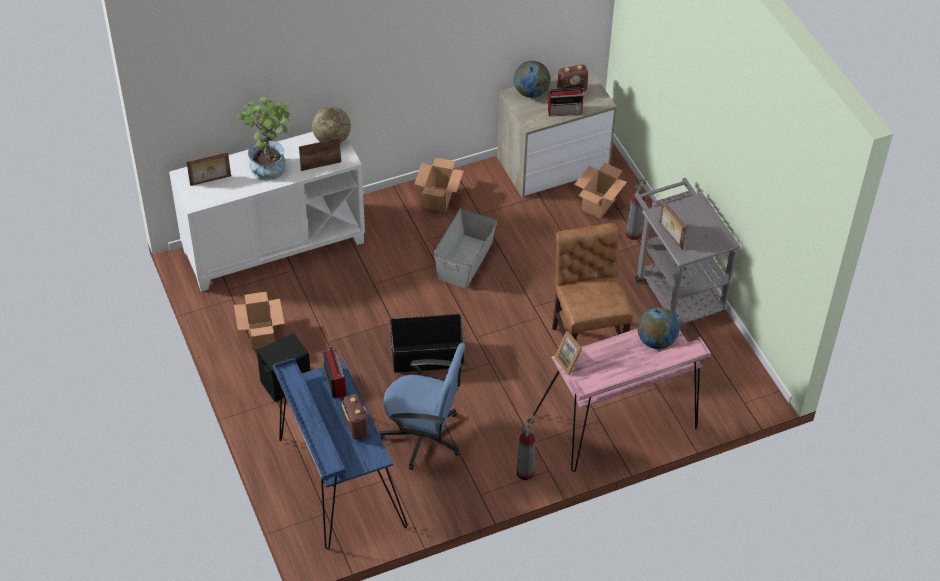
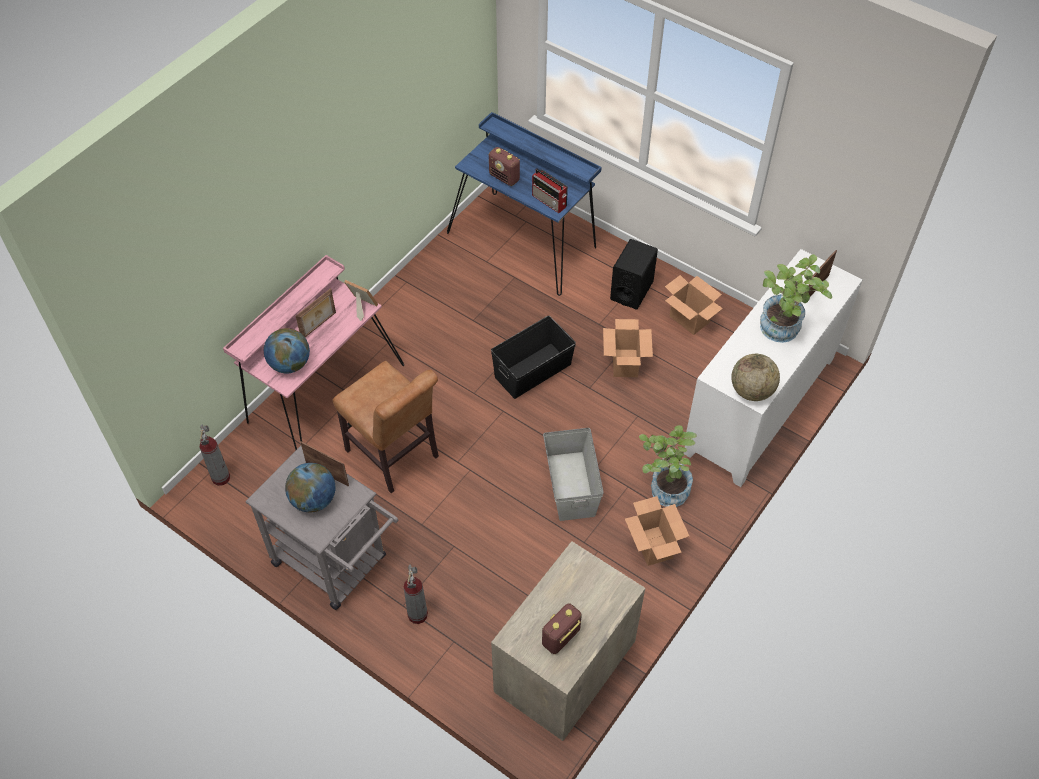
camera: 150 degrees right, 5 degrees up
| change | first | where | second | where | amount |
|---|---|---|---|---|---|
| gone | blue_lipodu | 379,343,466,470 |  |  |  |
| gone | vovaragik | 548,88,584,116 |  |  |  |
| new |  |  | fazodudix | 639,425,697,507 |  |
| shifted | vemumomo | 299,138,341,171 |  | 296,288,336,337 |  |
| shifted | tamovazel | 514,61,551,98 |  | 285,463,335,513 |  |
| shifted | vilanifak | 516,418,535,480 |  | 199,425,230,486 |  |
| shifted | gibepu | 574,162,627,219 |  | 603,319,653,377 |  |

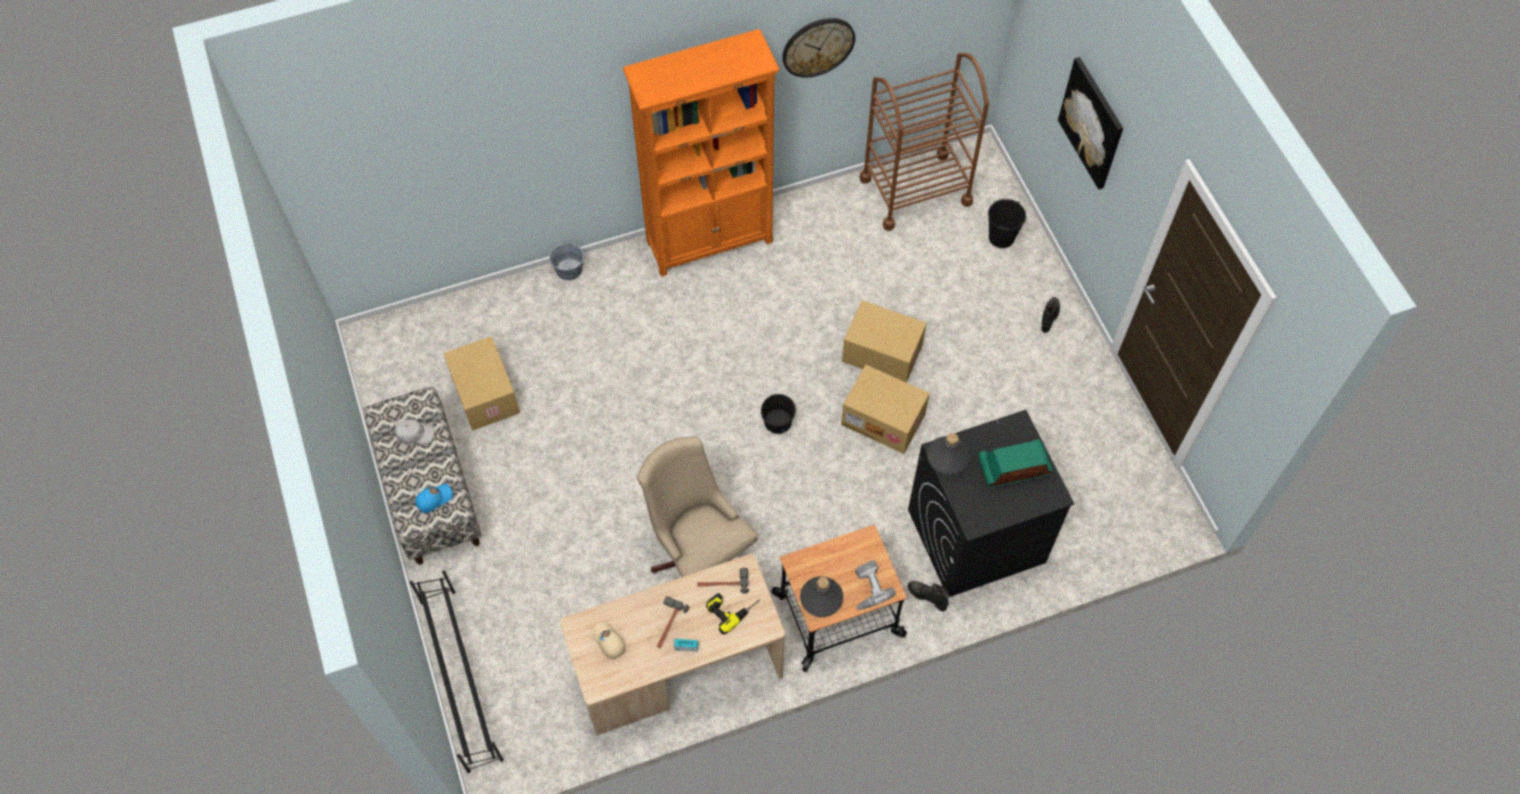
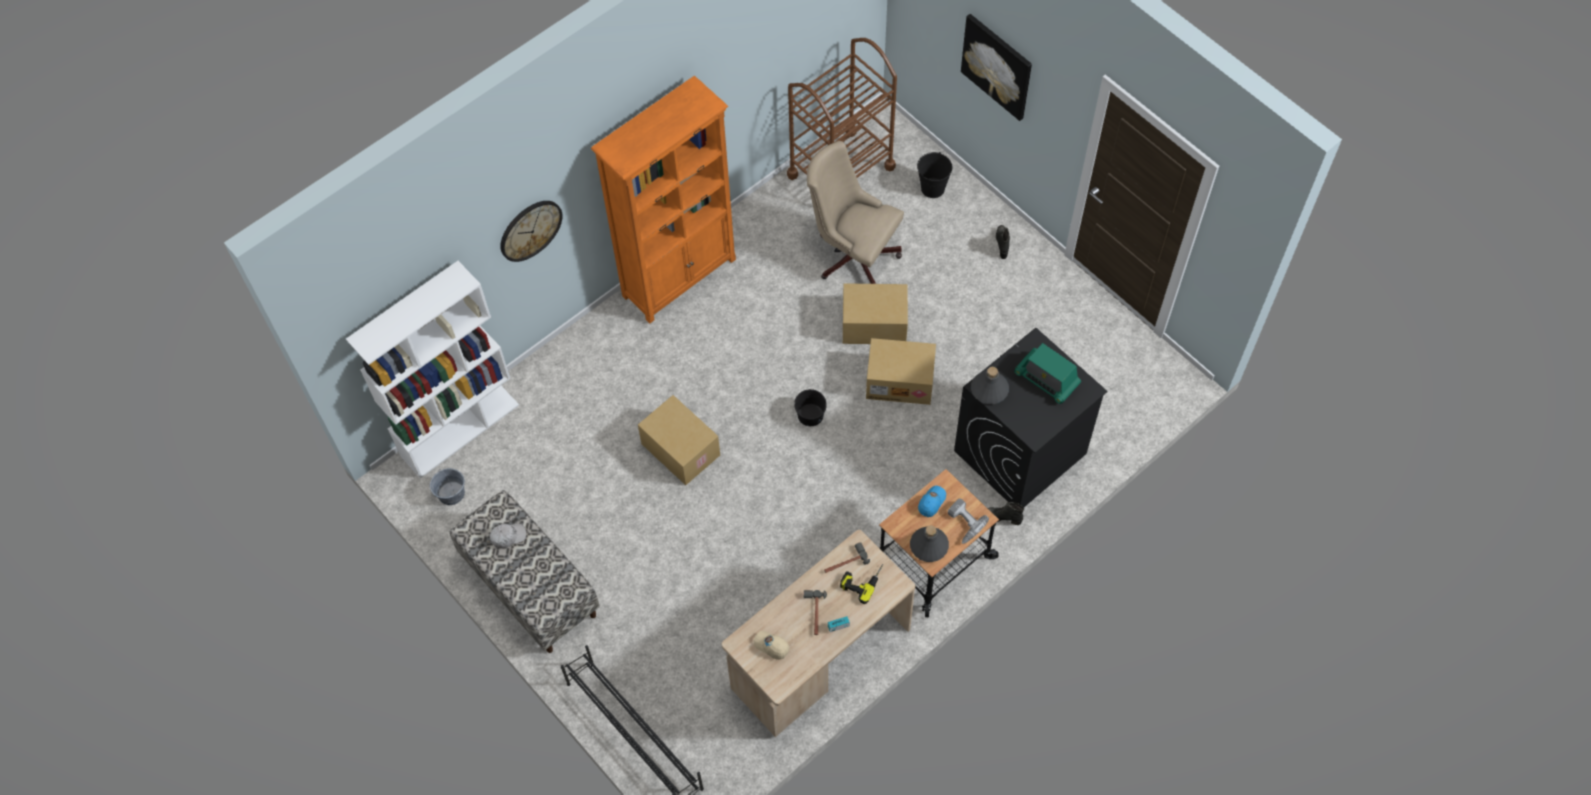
camera: 20 degrees left, 0 degrees up
| change | first | where | second | where | amount |
|---|---|---|---|---|---|
| new |  |  | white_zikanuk | 346,261,519,478 |  |
| shifted | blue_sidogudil | 415,483,453,513 |  | 918,486,946,517 |  |
| shifted | gibepu | 443,336,520,431 |  | 638,395,720,485 |  |
| shifted | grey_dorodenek | 549,243,584,280 |  | 430,468,465,505 |  |
| shifted | beige_lipodu | 637,436,758,577 |  | 807,141,904,284 |  |
| shifted | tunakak | 782,18,855,78 |  | 500,201,563,262 |  |
| rotated | vovaragik | 978,439,1053,488 |  | 1014,343,1081,404 | 105 degrees counterclockwise |

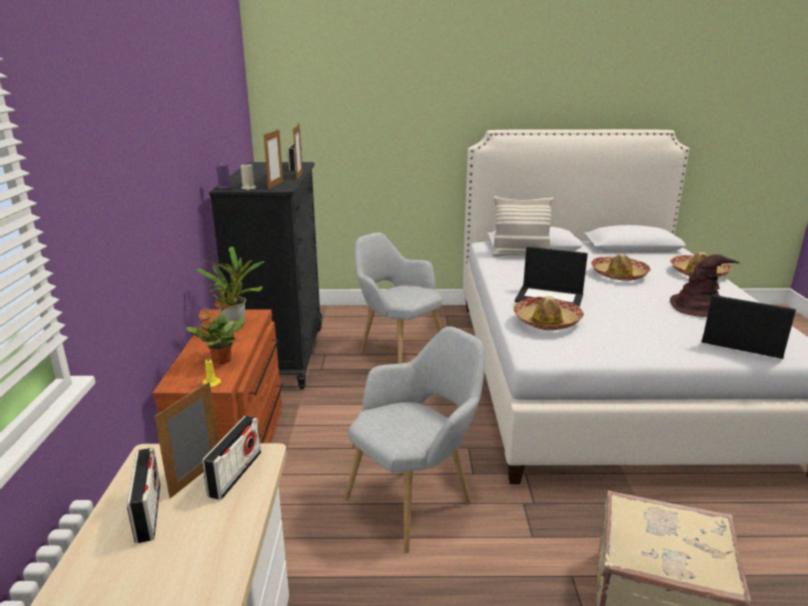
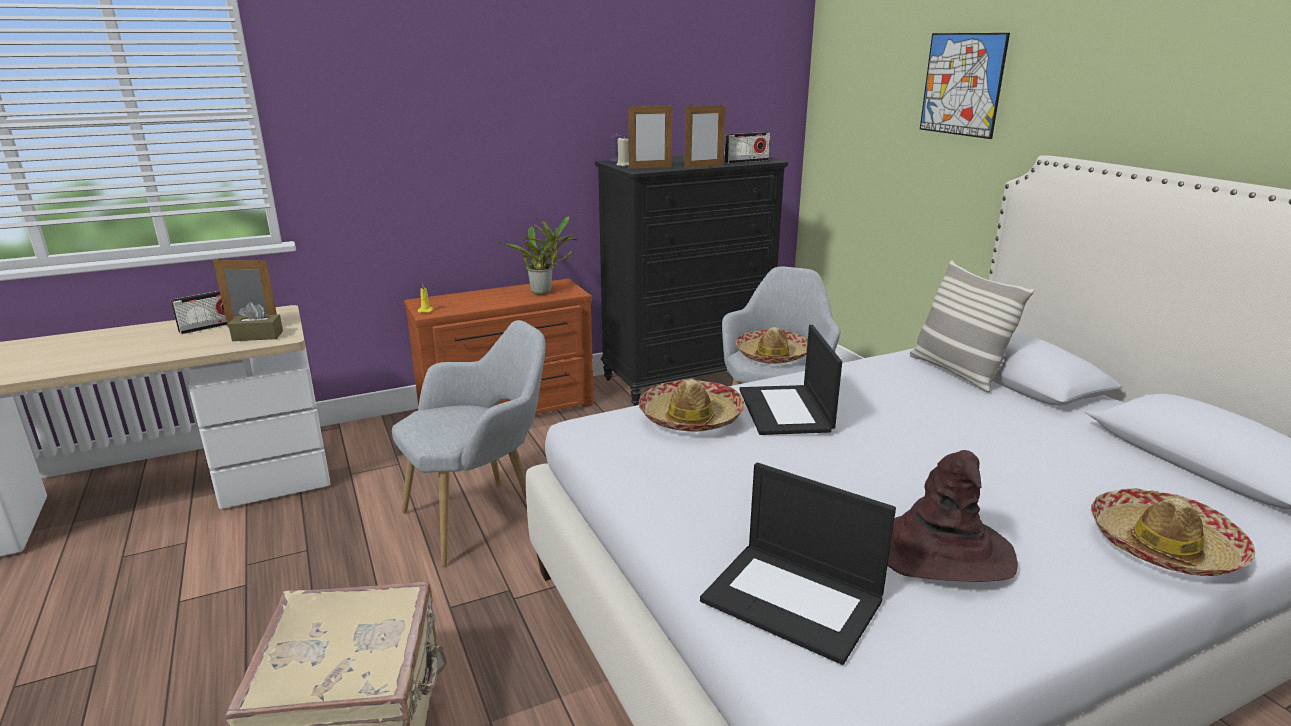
camera: 65 degrees right, 0 degrees up
| change | first | where | second | where | amount |
|---|---|---|---|---|---|
| gone | fazodudix | 186,301,246,364 |  |  |  |
| new |  |  | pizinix | 920,33,1010,139 |  |
| shifted | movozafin | 591,253,651,281 |  | 736,327,808,364 |  |
| swapped | vovaragik | 202,416,261,500 | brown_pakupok | 228,302,283,341 |  |
| rotated | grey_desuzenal | 345,326,485,553 |  | 392,320,546,566 | 60 degrees counterclockwise |
| rotated | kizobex | 701,295,796,359 |  | 700,463,896,665 | 120 degrees clockwise |

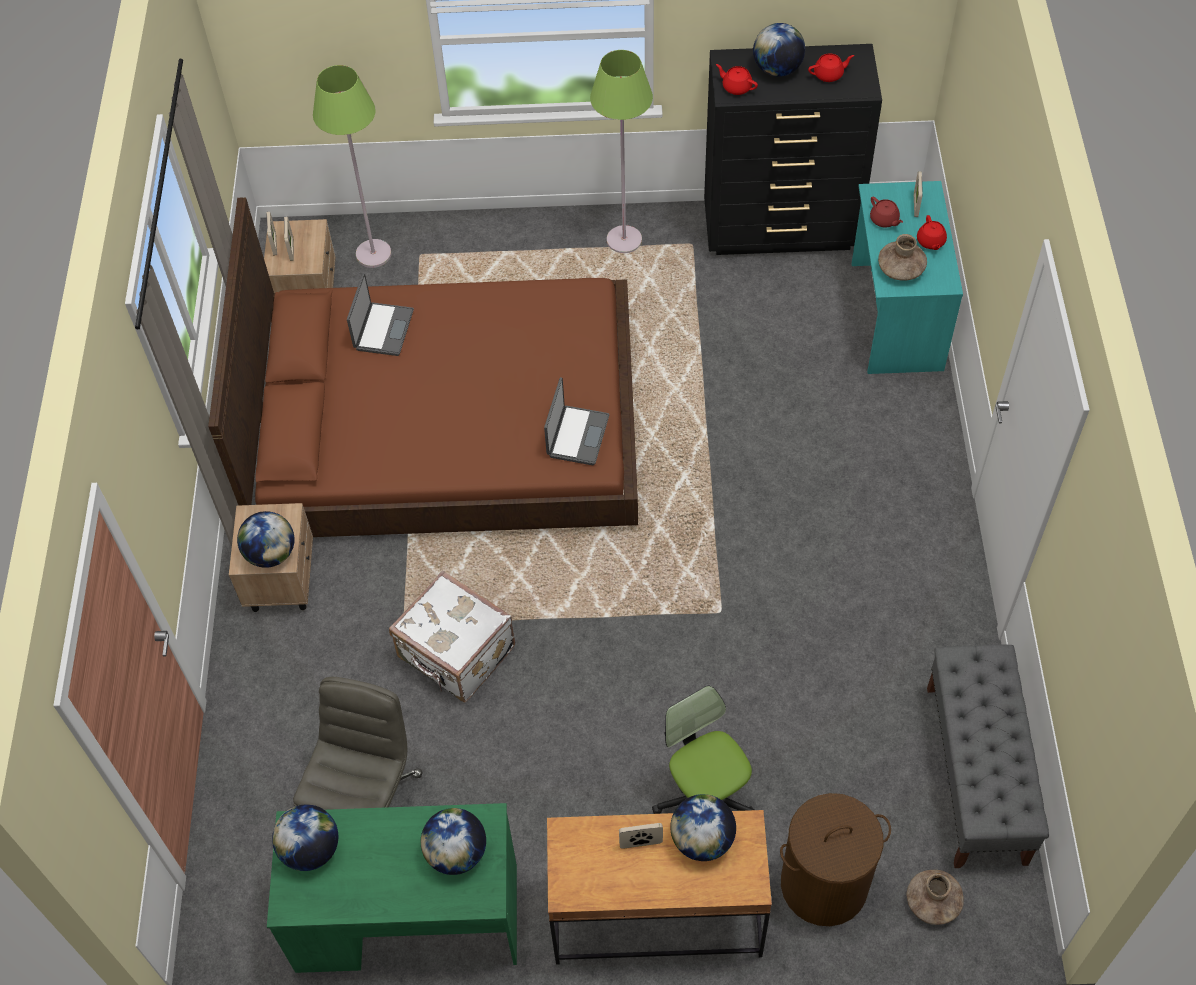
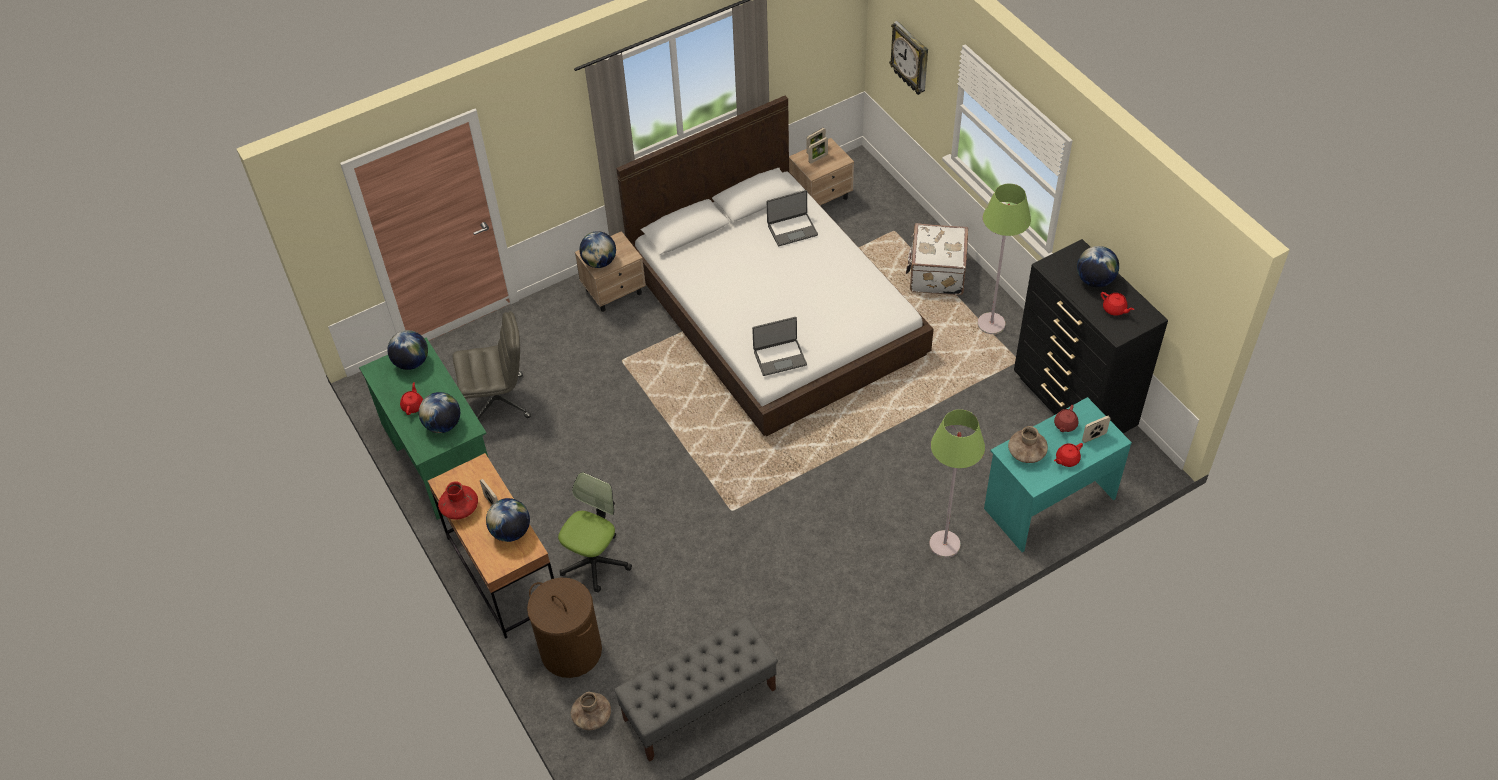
camera: 60 degrees right, 5 degrees down
| change | first | where | second | where | amount |
|---|---|---|---|---|---|
| new |  |  | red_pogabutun | 438,481,478,520 |  |
| new |  |  | tunakak | 889,21,928,95 |  |
| shifted | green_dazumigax | 313,65,391,268 |  | 929,409,985,558 |  |
| shifted | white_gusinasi | 389,571,515,702 |  | 906,223,968,295 |  |
| shifted | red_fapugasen | 716,64,758,95 |  | 400,382,423,415 |  |
| repainted | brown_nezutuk | 208,197,638,537 | white_nezutuk | 616,96,934,436 |  |

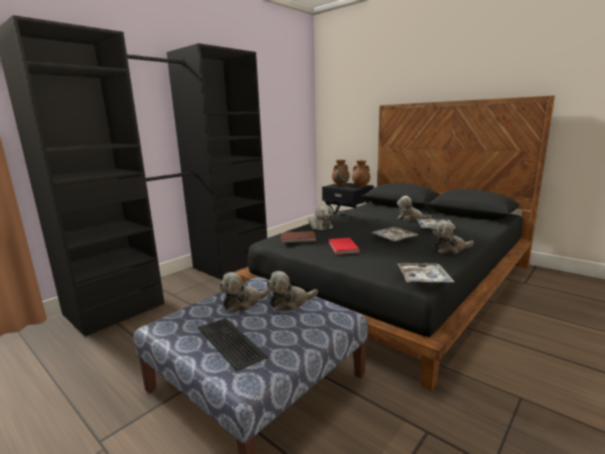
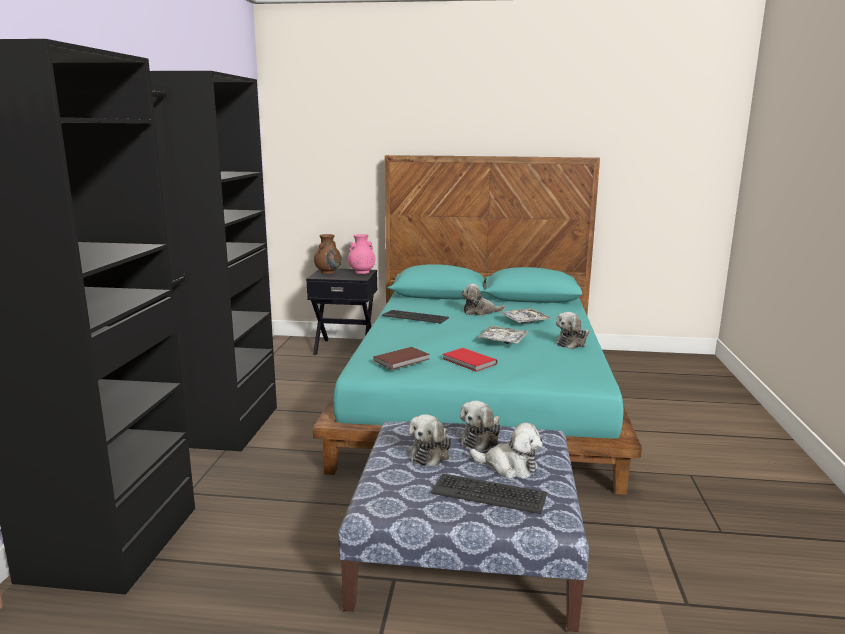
camera: 35 degrees left, 0 degrees up
| change | first | where | second | where | amount |
|---|---|---|---|---|---|
| gone | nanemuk | 397,263,454,283 |  |  |  |
| shifted | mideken | 308,205,334,230 |  | 470,423,543,479 |  |
| repainted | black_nezutuk | 235,95,555,391 | turquoise_nezutuk | 313,155,642,495 |  |
| repainted | brown_pogabutun | 352,160,370,187 | pink_pogabutun | 348,234,375,274 |  |

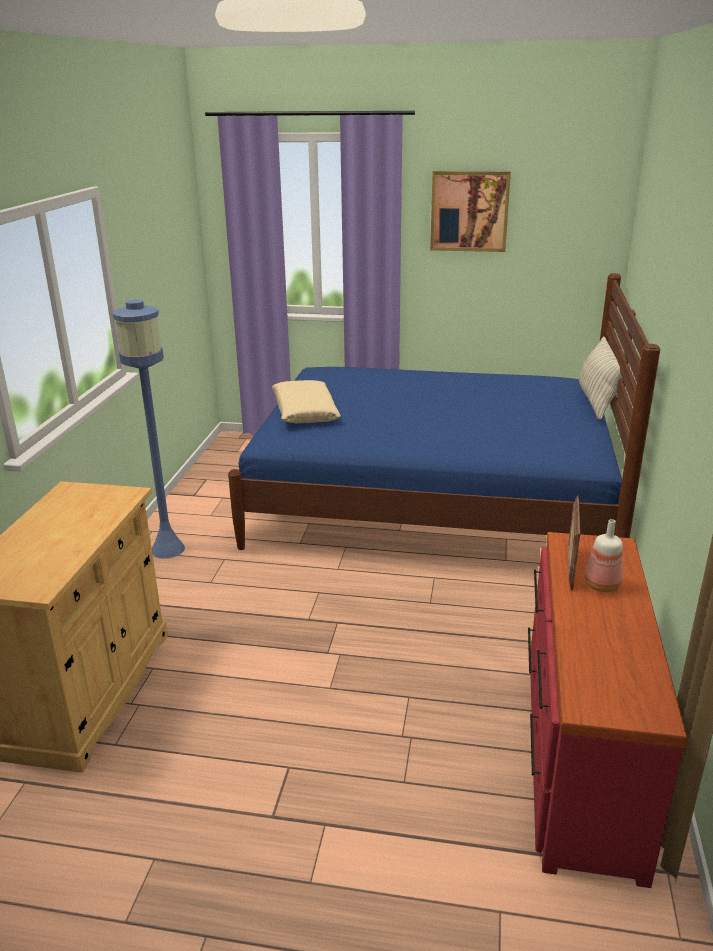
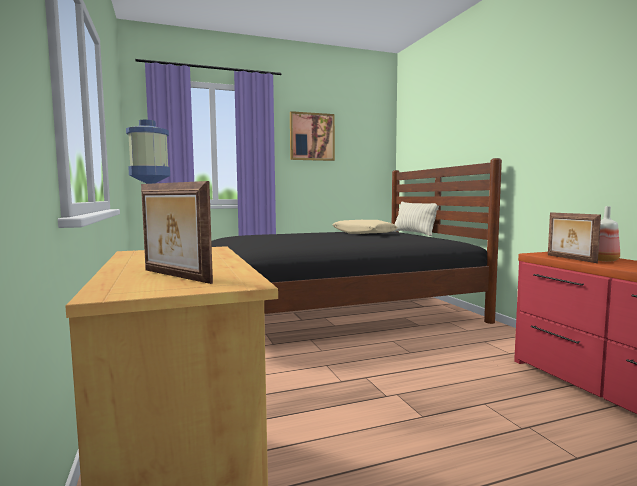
camera: 30 degrees left, 20 degrees down
| change | first | where | second | where | amount |
|---|---|---|---|---|---|
| new |  |  | vemumomo | 141,181,213,284 |  |
| shifted | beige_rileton | 272,380,341,423 |  | 332,220,398,234 |  |
| repainted | blue_nezutuk | 228,273,660,550 | black_nezutuk | 211,158,502,324 |  |

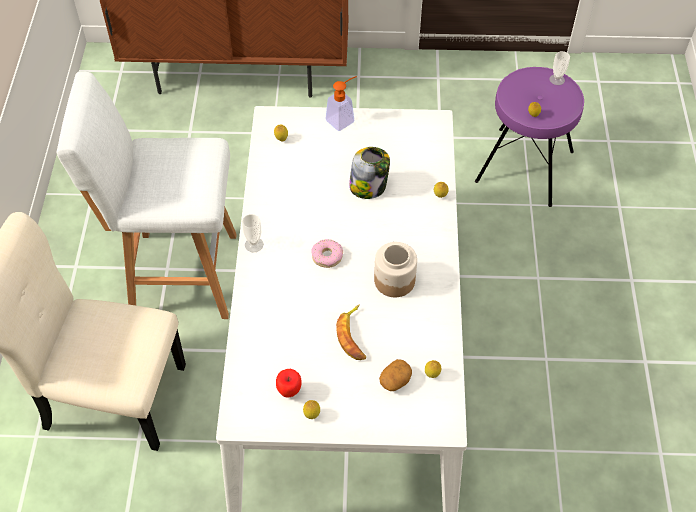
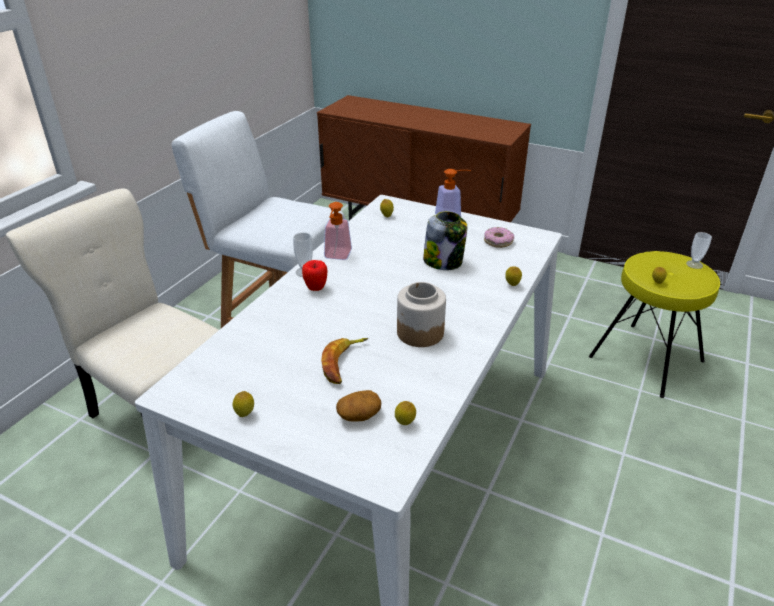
camera: 25 degrees right, 20 degrees down
| change | first | where | second | where | amount |
|---|---|---|---|---|---|
| new |  |  | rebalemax | 324,202,352,260 |  |
| shifted | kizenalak | 276,369,302,398 |  | 302,260,327,291 |  |
| shifted | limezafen | 311,239,343,268 |  | 484,227,514,248 |  |
| repainted | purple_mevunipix | 475,67,584,207 | yellow_mevunipix | 589,251,720,398 |  |

